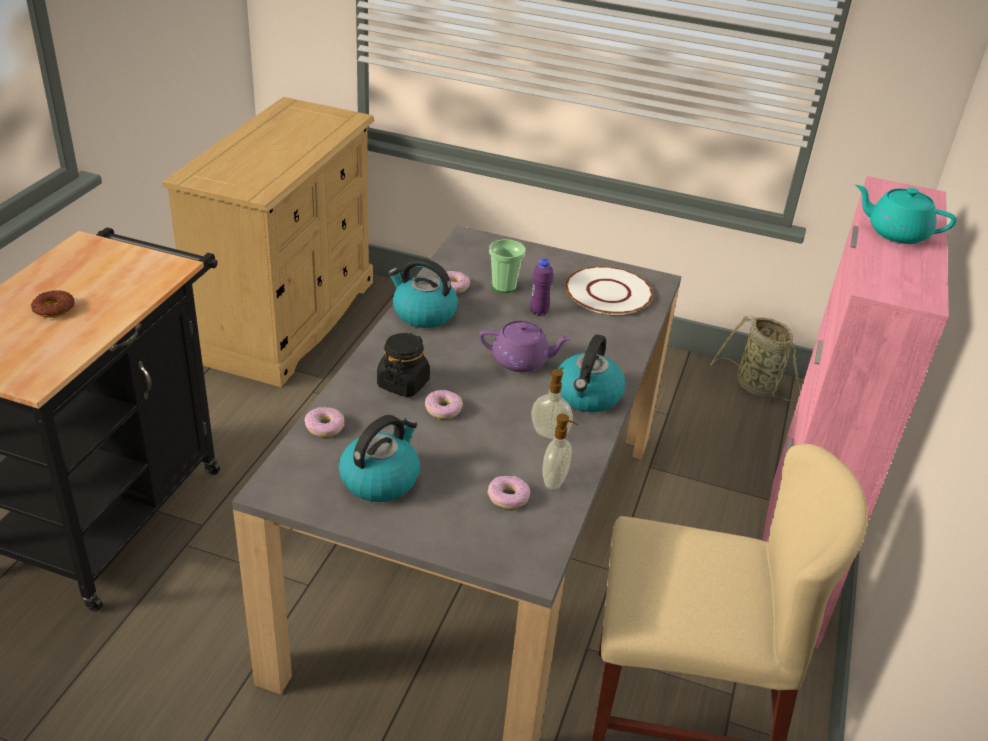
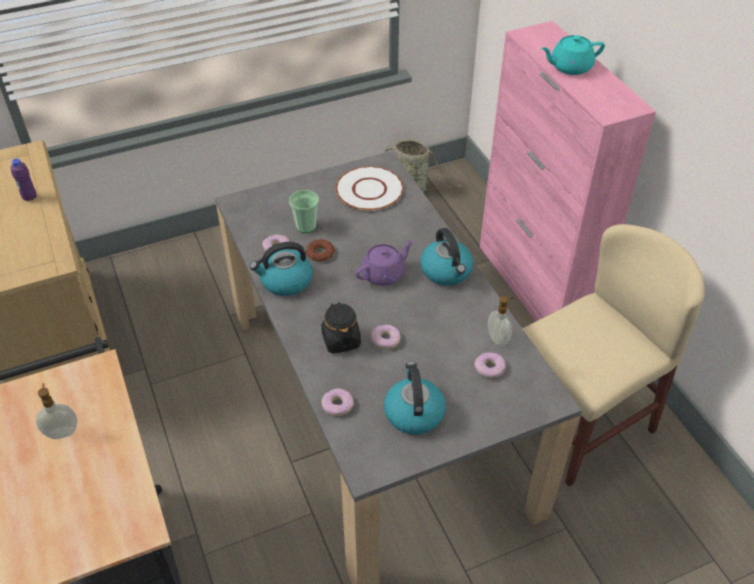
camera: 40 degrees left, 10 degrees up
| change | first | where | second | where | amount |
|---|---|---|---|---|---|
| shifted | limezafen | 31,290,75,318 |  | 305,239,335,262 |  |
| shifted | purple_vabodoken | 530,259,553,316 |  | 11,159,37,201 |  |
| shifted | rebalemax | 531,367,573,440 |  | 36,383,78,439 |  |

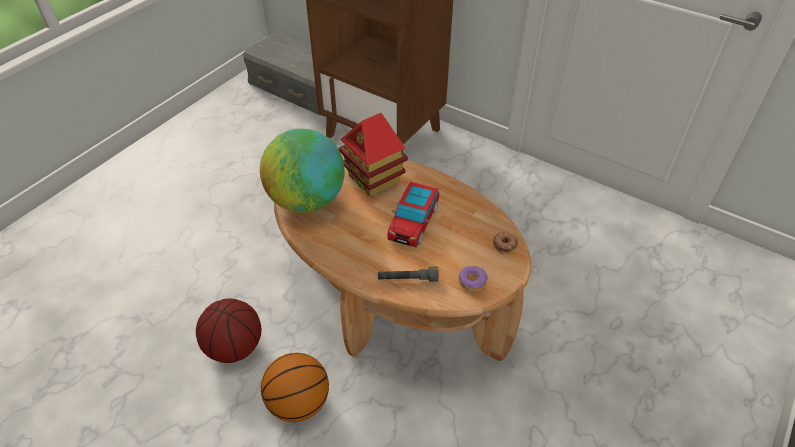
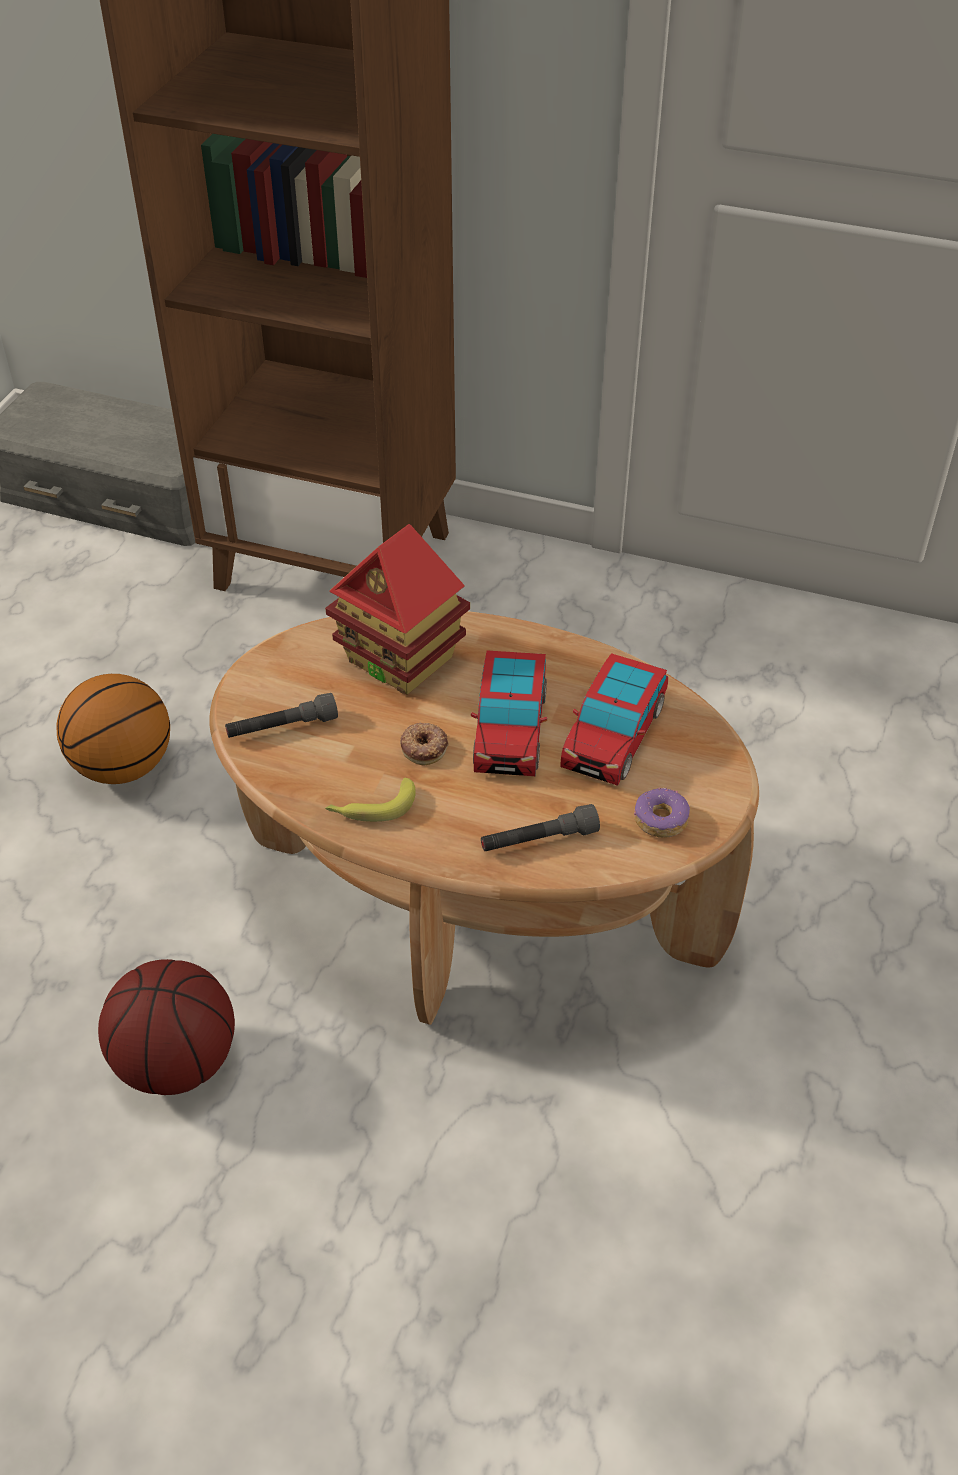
camera: 15 degrees left, 0 degrees up
| change | first | where | second | where | amount |
|---|---|---|---|---|---|
| new |  |  | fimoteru | 325,778,416,822 |  |
| new |  |  | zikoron | 561,653,668,786 |  |
| shifted | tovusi | 261,353,329,422 |  | 57,674,170,784 |  |
| shifted | limezafen | 493,232,518,254 |  | 400,723,449,765 |  |
| swapped | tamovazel | 260,129,345,213 | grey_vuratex | 225,693,338,738 |  |

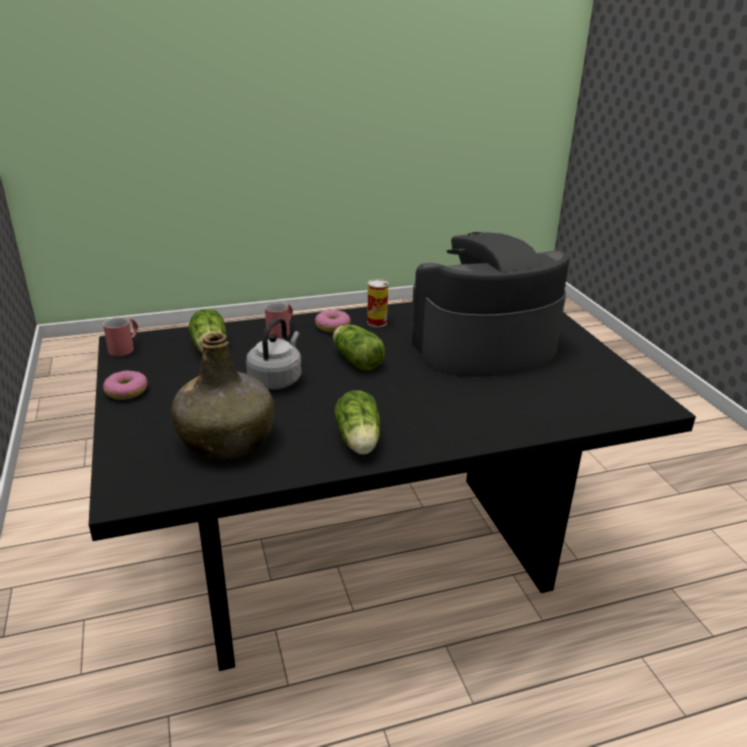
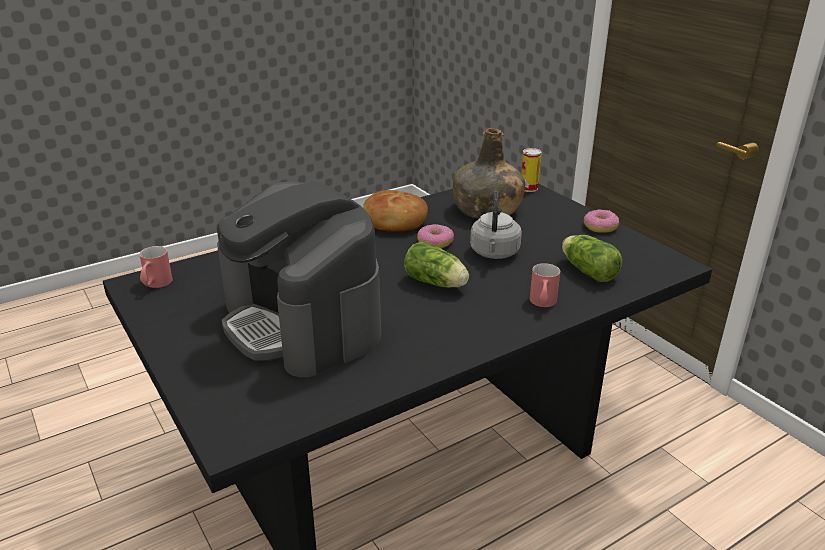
camera: 165 degrees right, 0 degrees up
| change | first | where | second | where | amount |
|---|---|---|---|---|---|
| shifted | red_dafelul | 103,317,138,356 |  | 139,246,172,288 |  |
| shifted | limezafen | 315,310,351,332 |  | 417,224,454,248 |  |
| shifted | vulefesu | 367,279,388,327 |  | 521,148,542,192 |  |
| swapped | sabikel | 334,391,380,455 | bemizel | 363,190,428,231 |  |
| rotated | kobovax | 410,232,569,377 |  | 217,182,381,377 | 90 degrees clockwise |

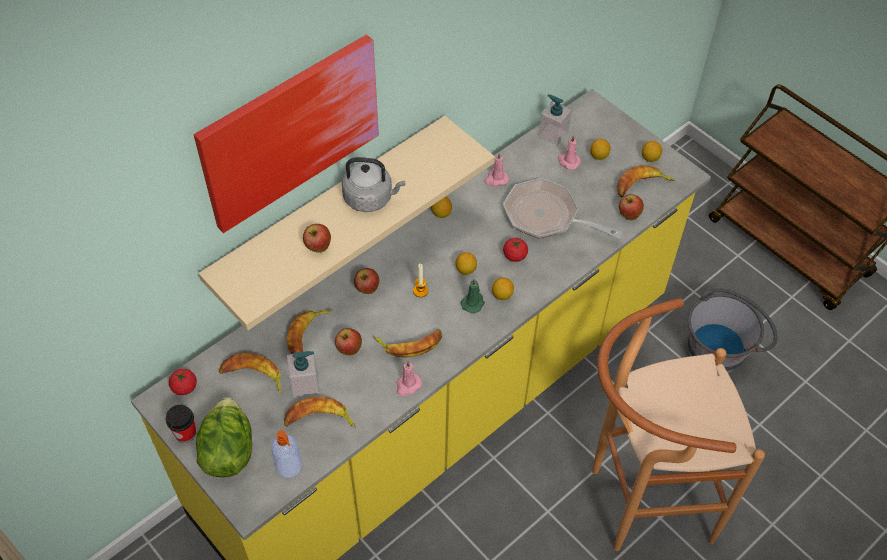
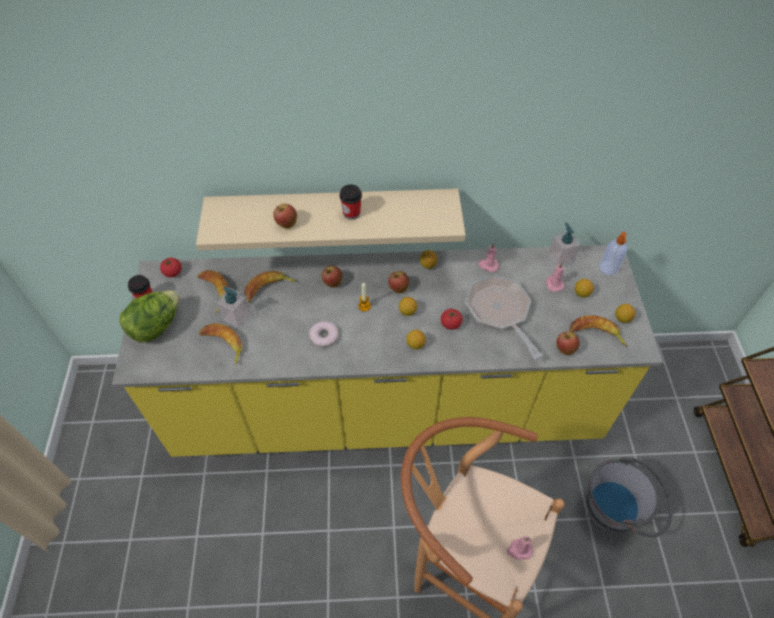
camera: 40 degrees right, 0 degrees up
| change | first | where | second | where | amount |
|---|---|---|---|---|---|
| gone | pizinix | 193,34,379,233 |  |  |  |
| gone | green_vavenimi | 461,278,485,314 |  |  |  |
| shifted | rebalemax | 271,430,302,478 |  | 600,232,627,275 |  |
| shifted | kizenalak | 335,328,362,356 |  | 388,271,409,293 |  |
| shifted | pink_vavenimi | 397,361,422,396 |  | 507,536,533,560 |  |
| swapped | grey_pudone | 342,157,405,212 | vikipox | 339,184,362,220 |  |
| swapped | fimoteru | 373,329,442,358 | limezafen | 309,321,339,347 |  |

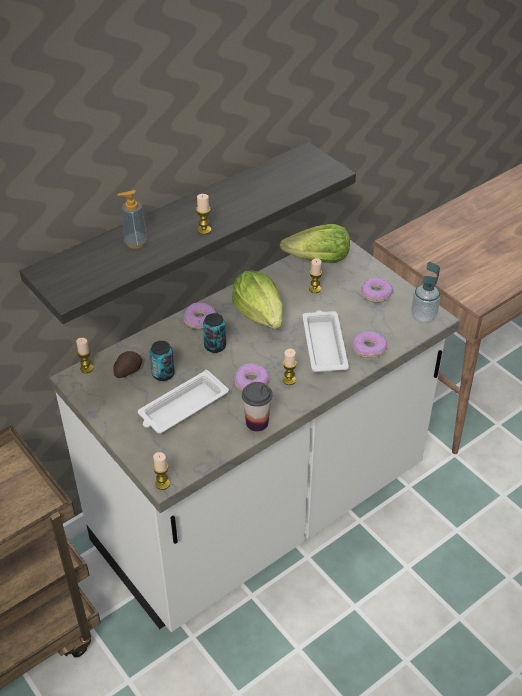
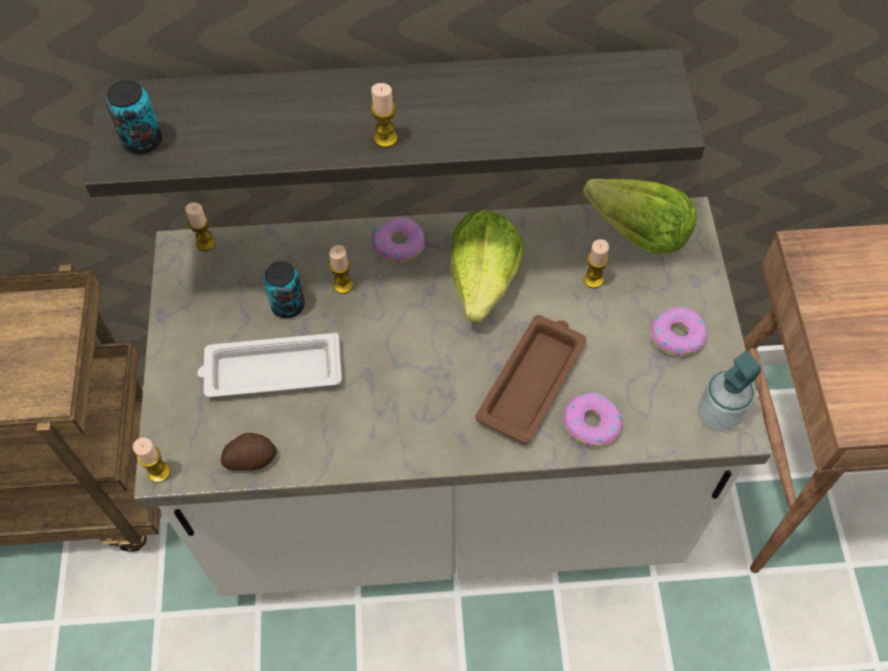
camera: 35 degrees right, 15 degrees up
| change | first | where | second | where | amount |
|---|---|---|---|---|---|
| gone | rebalemax | 117,190,147,249 |  |  |  |
| gone | limezafen | 234,363,269,391 |  |  |  |
| gone | vikipox | 242,382,272,432 |  |  |  |
| shifted | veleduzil | 113,351,142,378 |  | 221,433,277,471 |  |
| shifted | vulefesu | 203,313,226,353 |  | 106,80,162,154 |  |
| shifted | vavenimi | 283,349,297,385 |  | 329,245,353,294 |  |
| repainted | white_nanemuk | 302,311,349,372 | brown_nanemuk | 475,315,587,444 |  |

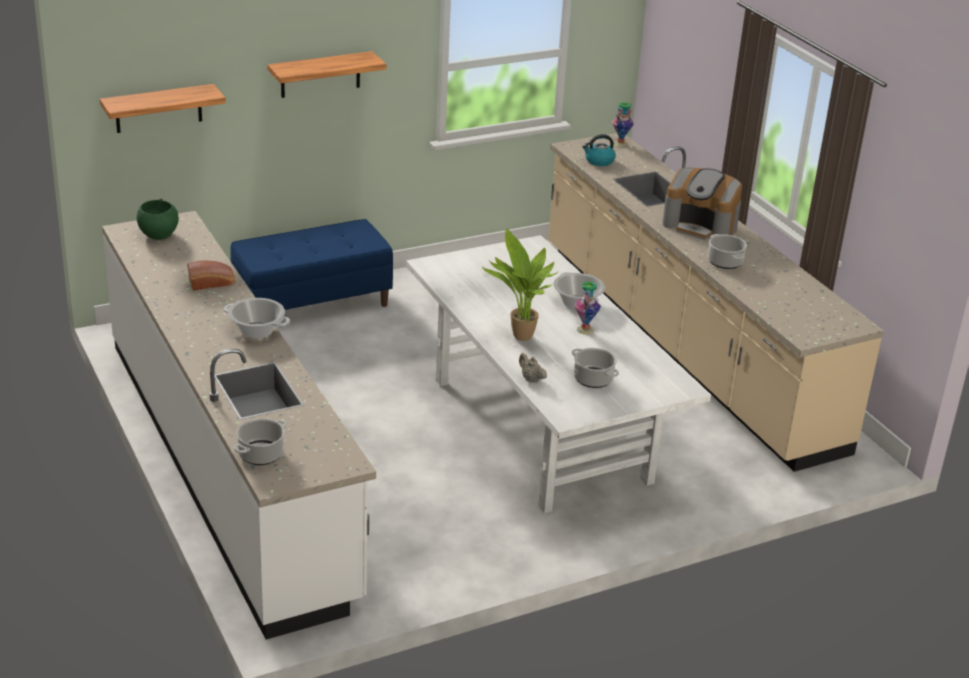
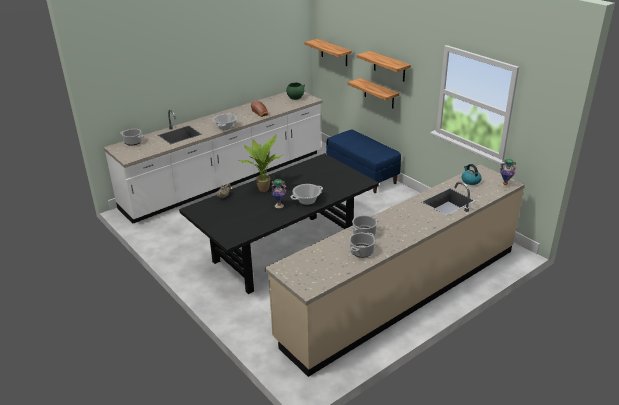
camera: 80 degrees right, 0 degrees up
| change | first | where | second | where | amount |
|---|---|---|---|---|---|
| gone | kobovax | 662,167,742,240 |  |  |  |
| new |  |  | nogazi | 347,78,399,108 |  |
| shifted | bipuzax | 572,348,619,388 |  | 349,233,375,258 |  |
| repainted | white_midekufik | 406,235,711,514 | black_midekufik | 179,153,379,294 |  |

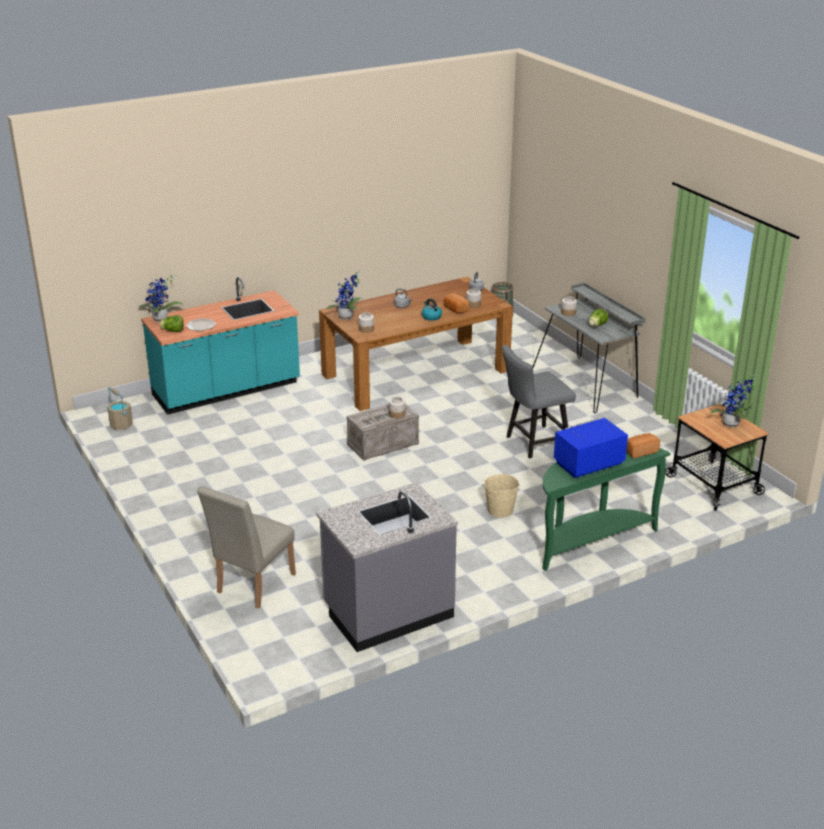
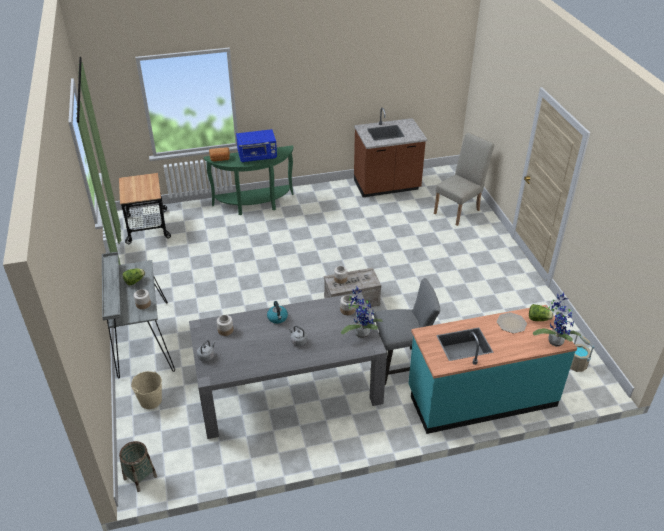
camera: 165 degrees left, 10 degrees up
| change | first | where | second | where | amount |
|---|---|---|---|---|---|
| gone | bemizel | 444,293,469,313 |  |  |  |
| gone | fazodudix | 710,375,755,428 |  |  |  |
| shifted | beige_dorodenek | 484,473,520,518 |  | 131,371,162,409 |  |
| shifted | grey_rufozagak | 502,345,576,459 |  | 374,278,440,385 |  |
| repainted | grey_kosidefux | 316,482,458,652 | brown_kosidefux | 354,108,427,197 |  |
| repainted | brown_midekufik | 319,277,513,411 | grey_midekufik | 189,292,387,439 |  |

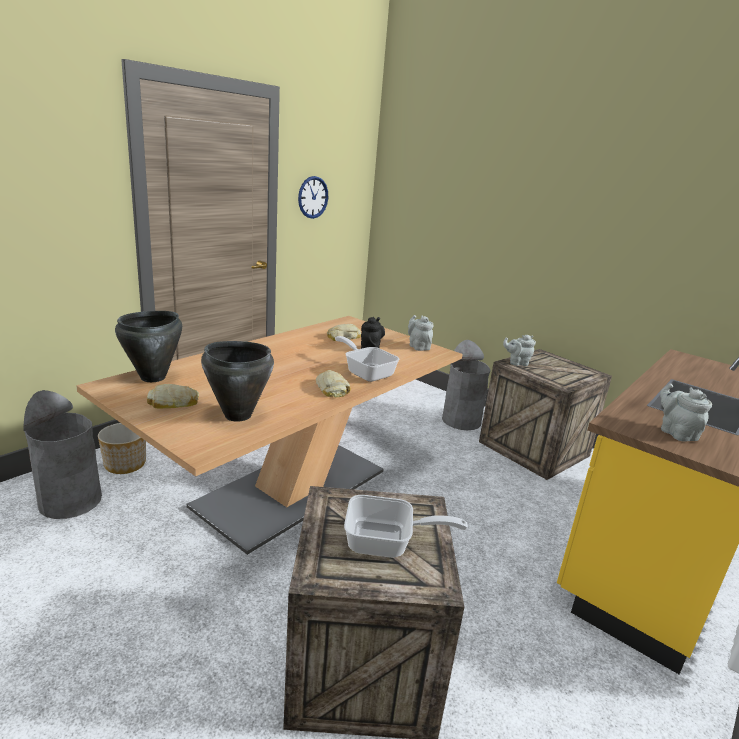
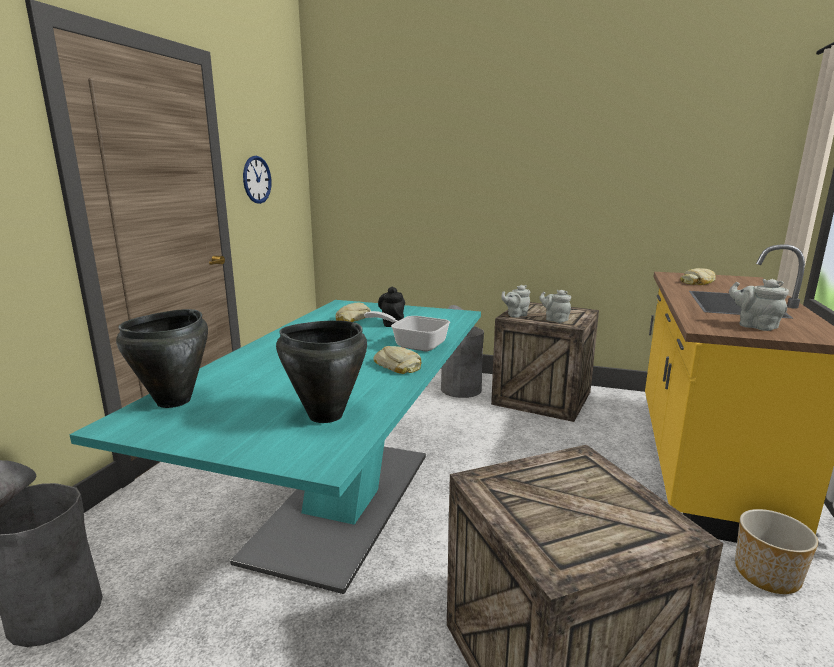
camera: 20 degrees left, 5 degrees down
| change | first | where | second | where | amount |
|---|---|---|---|---|---|
| gone | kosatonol | 344,495,468,558 |  |  |  |
| shifted | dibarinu | 98,423,146,474 |  | 735,509,818,594 |  |
| shifted | bemizel | 147,384,199,408 |  | 680,268,716,285 |  |
| shifted | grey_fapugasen | 408,315,433,351 |  | 539,290,571,323 |  |
| repainted | beige_midekufik | 76,316,462,555 | turquoise_midekufik | 70,300,481,594 |  |

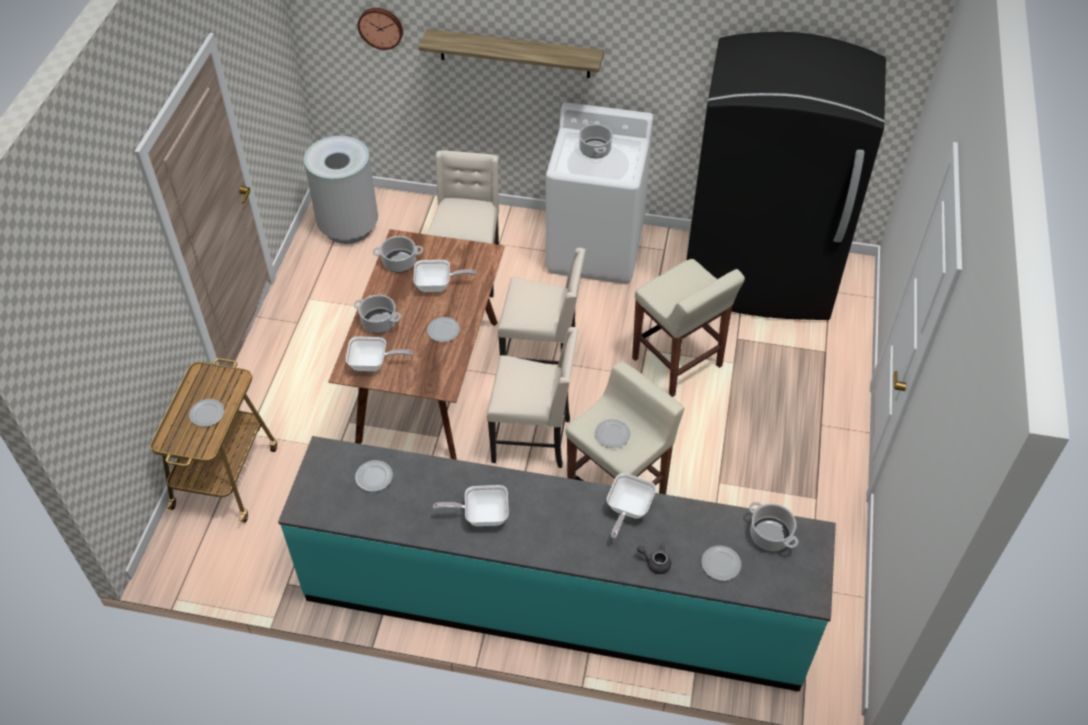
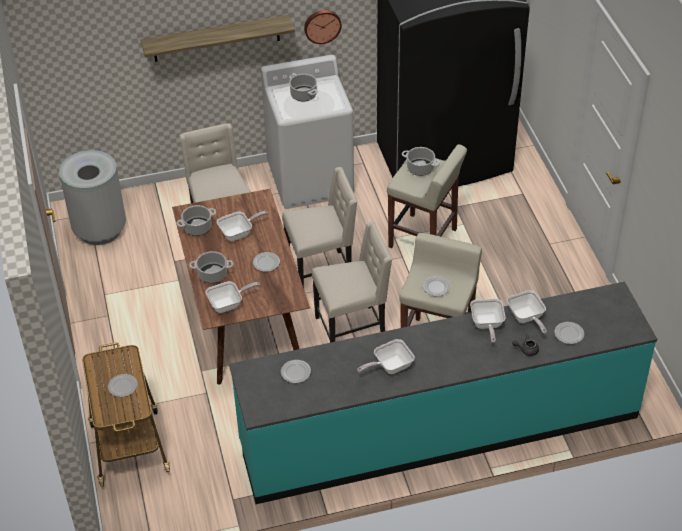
camera: 25 degrees left, 5 degrees down
| change | first | where | second | where | amount |
|---|---|---|---|---|---|
| new |  |  | kosatonol | 507,290,547,334 |  |
| shifted | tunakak | 358,8,403,50 |  | 304,10,342,44 |  |
| shifted | bipuzax | 749,502,798,551 |  | 402,147,440,176 |  |

